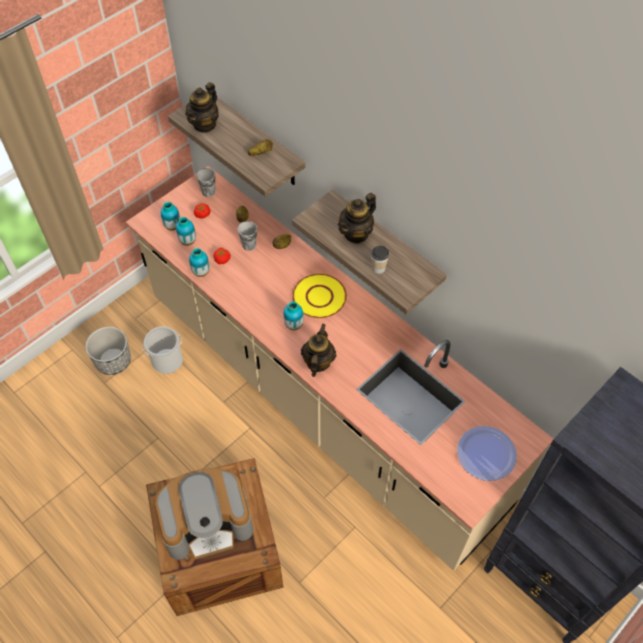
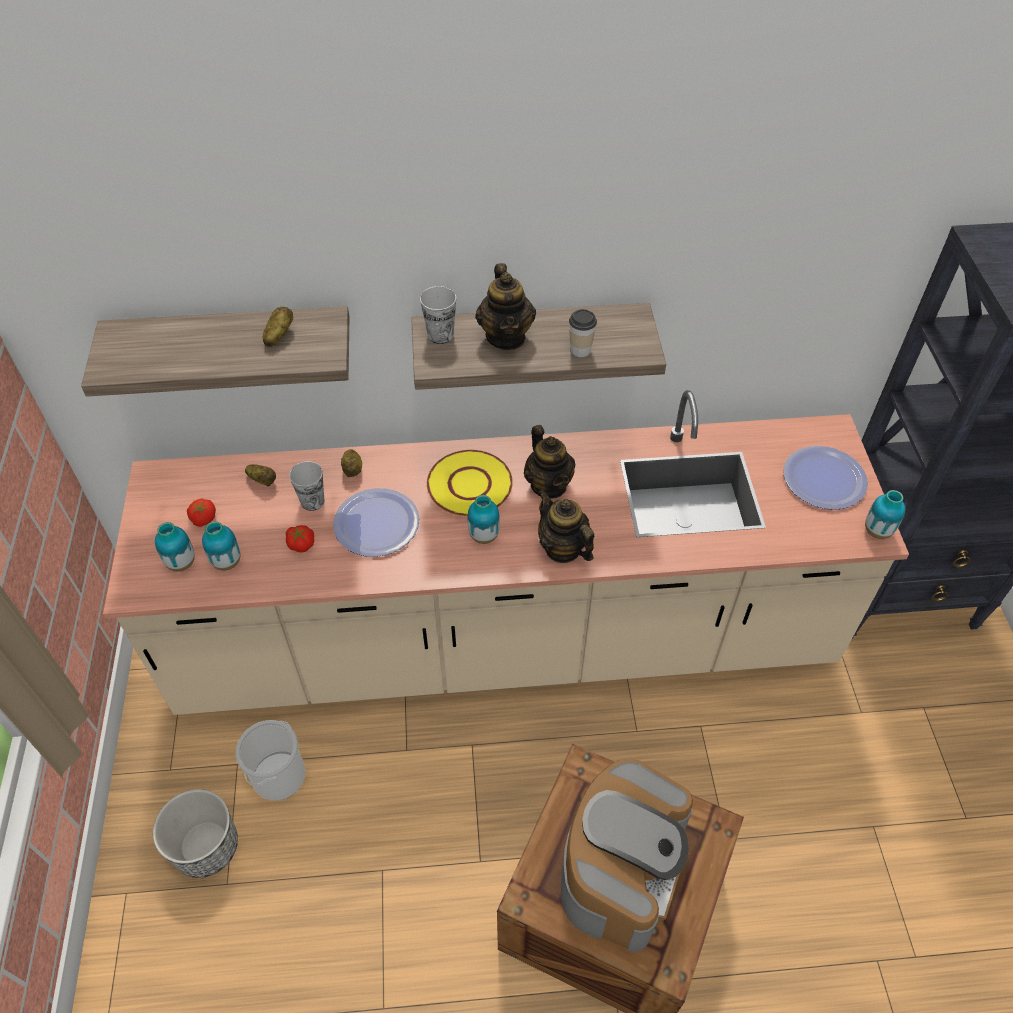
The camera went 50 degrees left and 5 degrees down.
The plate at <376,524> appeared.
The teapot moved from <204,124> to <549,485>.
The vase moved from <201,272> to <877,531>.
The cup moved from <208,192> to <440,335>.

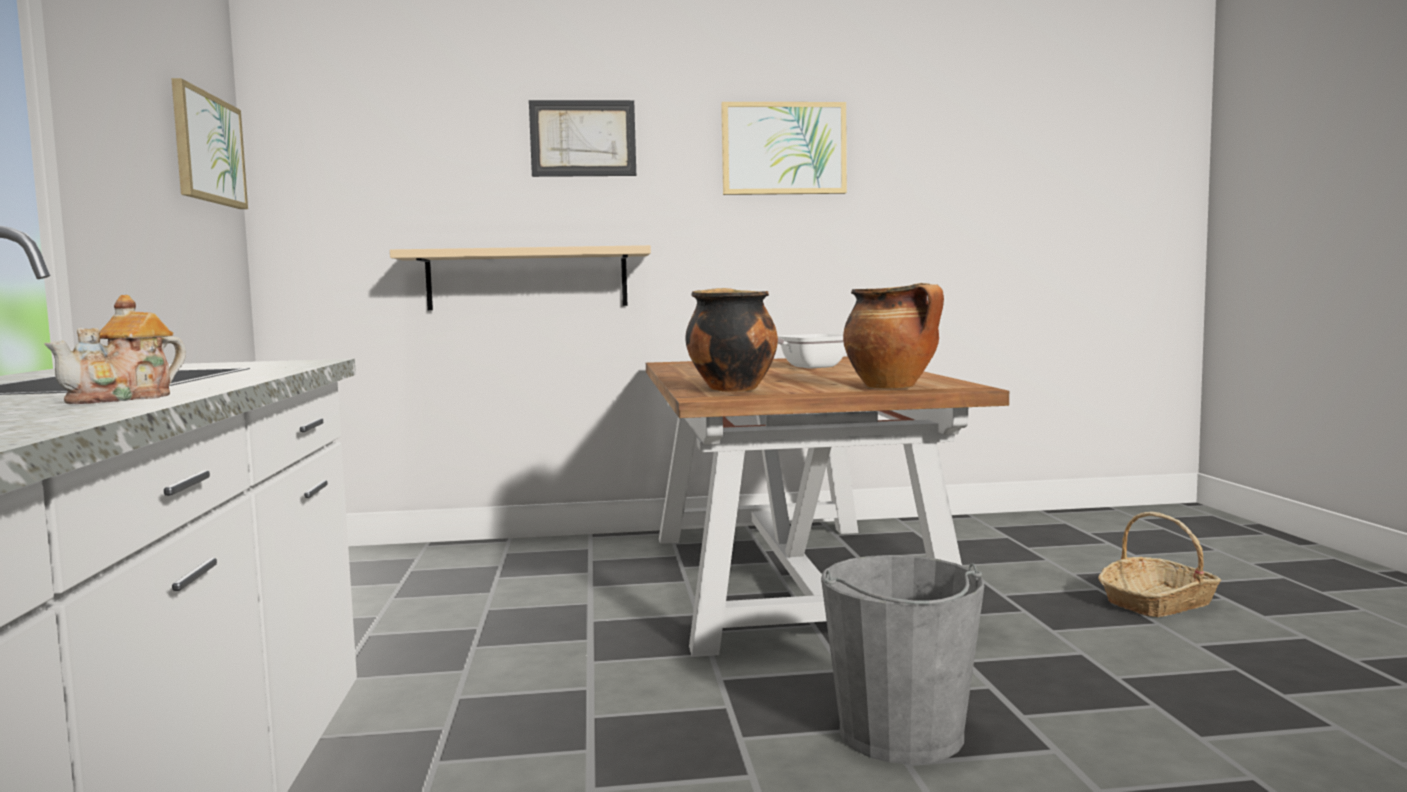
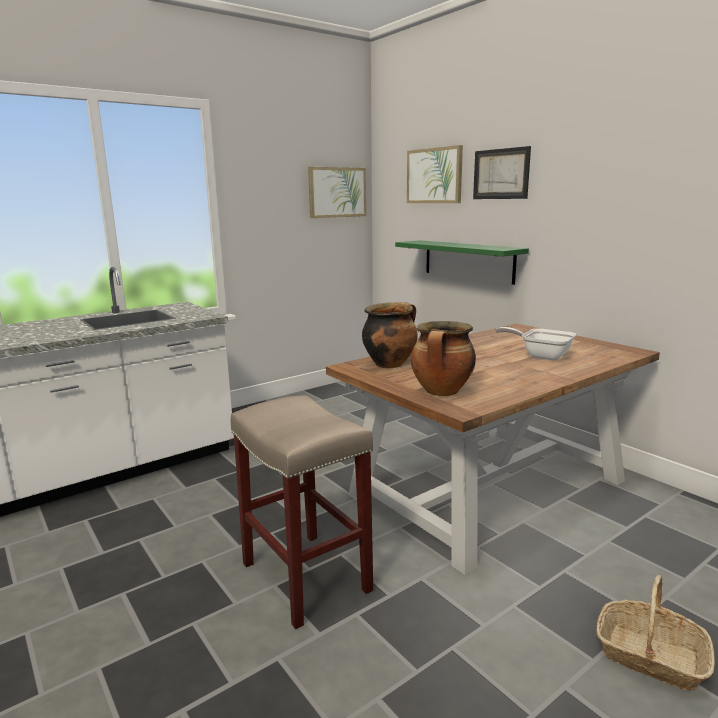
The camera went 60 degrees right and 10 degrees up.
The teapot at <125,398> disappeared.
The picture moved from <783,149> to <434,176>.
The bucket in grey at <901,734> was replaced by the stool in beige at <304,576>.
The shelf in beige at <527,279> became the shelf in green at <468,261>.

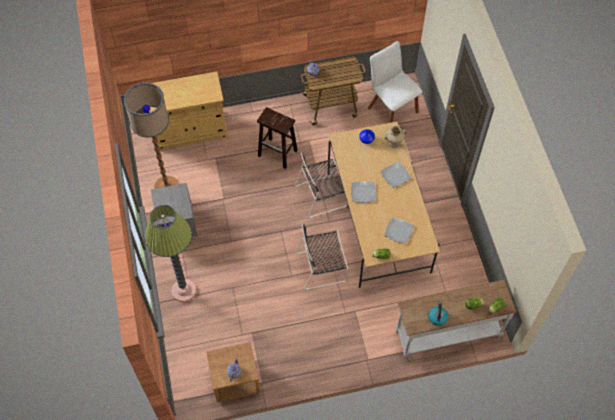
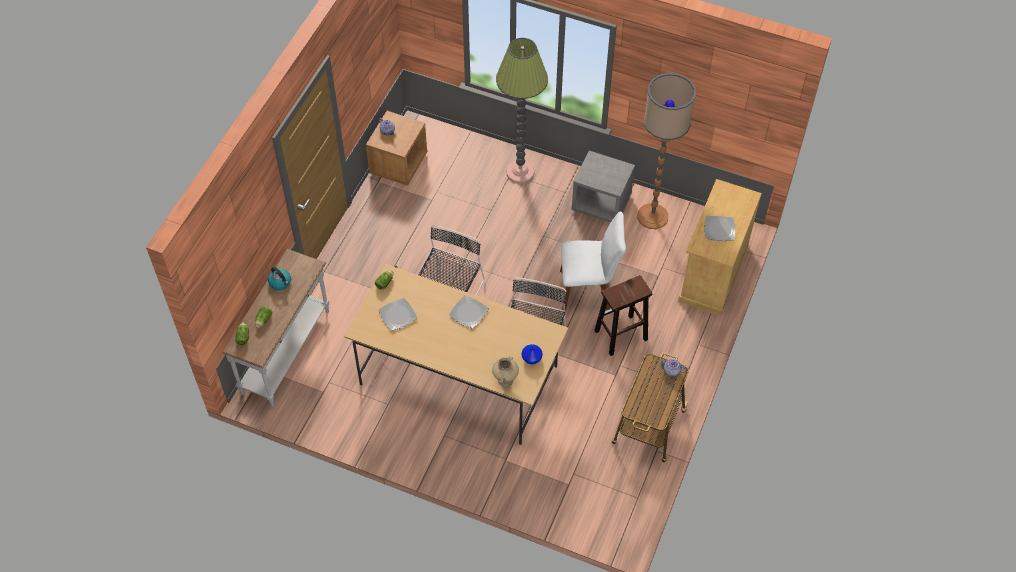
The camera went 125 degrees right and 5 degrees down.
The chair in white moved from <391,108> to <588,290>.
The plate moved from <395,175> to <719,229>.

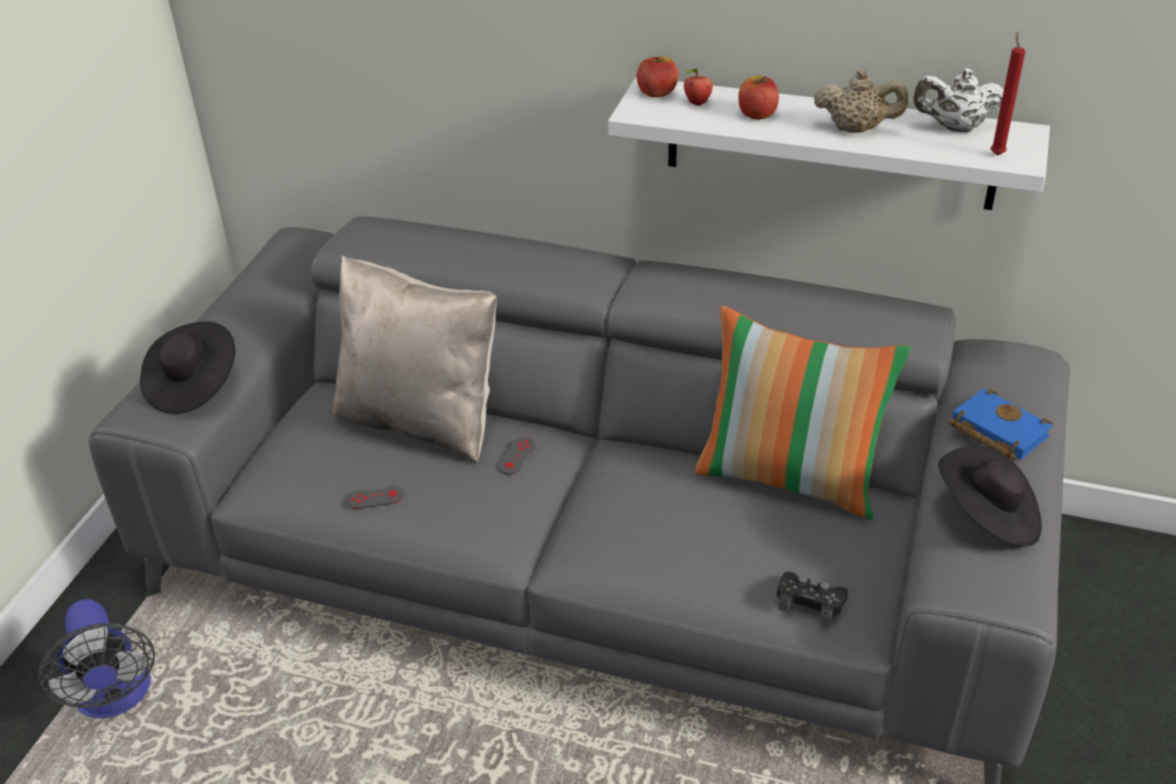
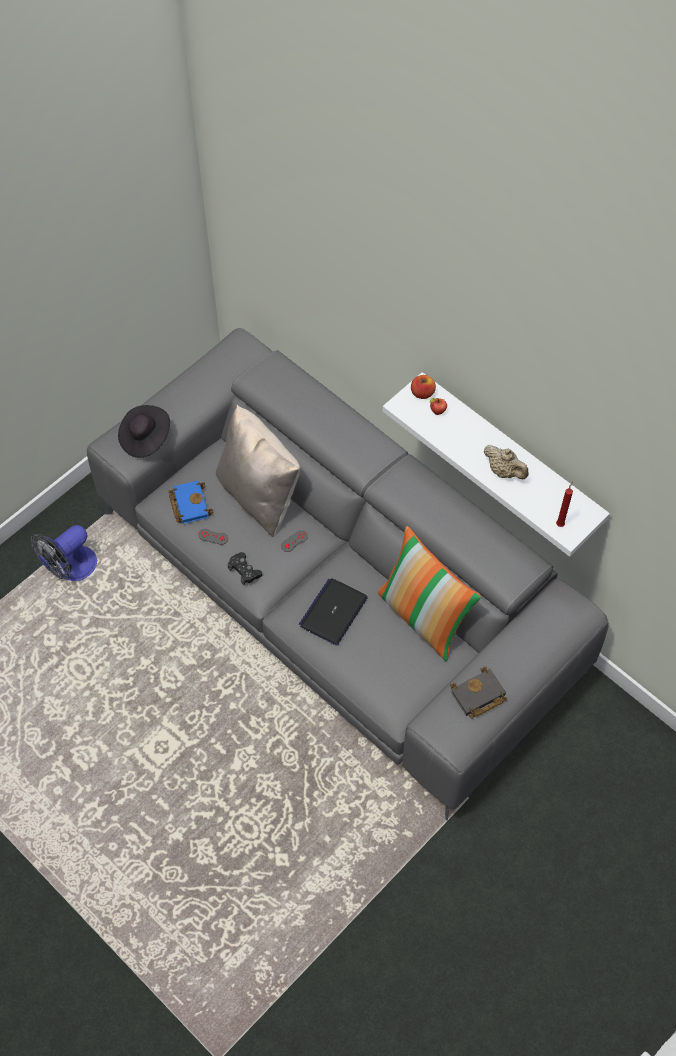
The camera went 25 degrees right and 20 degrees up.
The apple at <757,114> disappeared.
The teapot in white at <955,128> disappeared.
The laptop at <333,612> appeared.
The game controller in black moved from <810,601> to <244,570>.
The book in blue moved from <995,431> to <188,503>.
The hat in black at <988,516> was replaced by the book in black at <477,696>.
The fan at <115,698> turned 45 degrees clockwise.

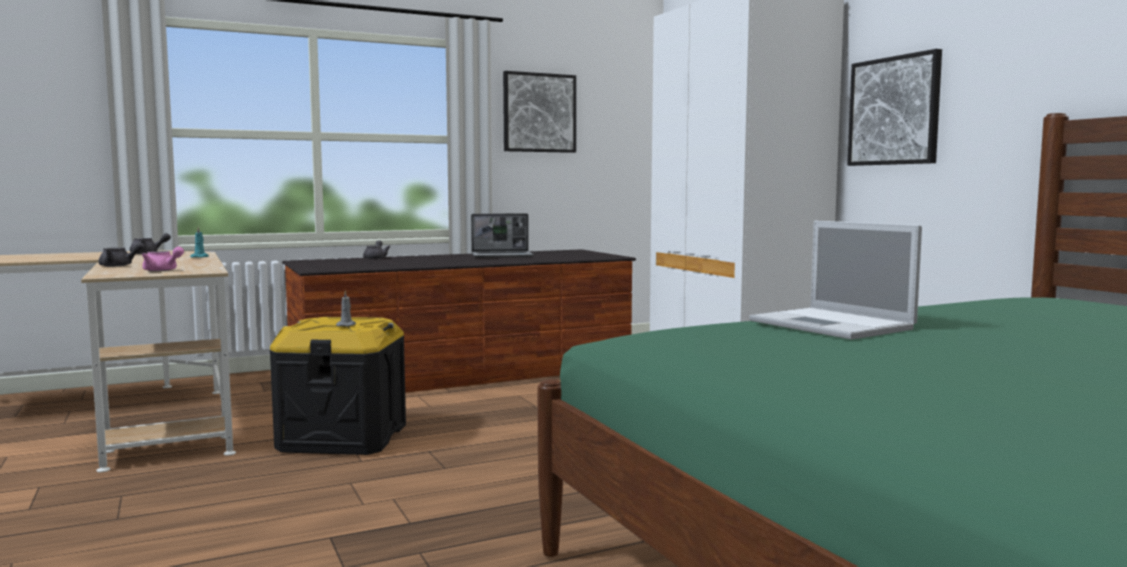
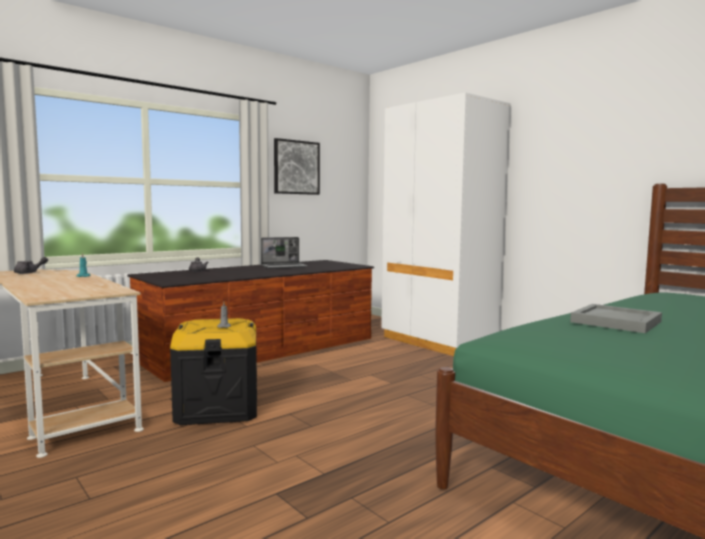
The camera went 15 degrees left and 0 degrees up.
The teapot in grey at <120,266> disappeared.
The teapot in pink at <162,270> disappeared.
The picture at <894,111> disappeared.
The laptop at <833,325> was replaced by the tray in grey at <617,322>.

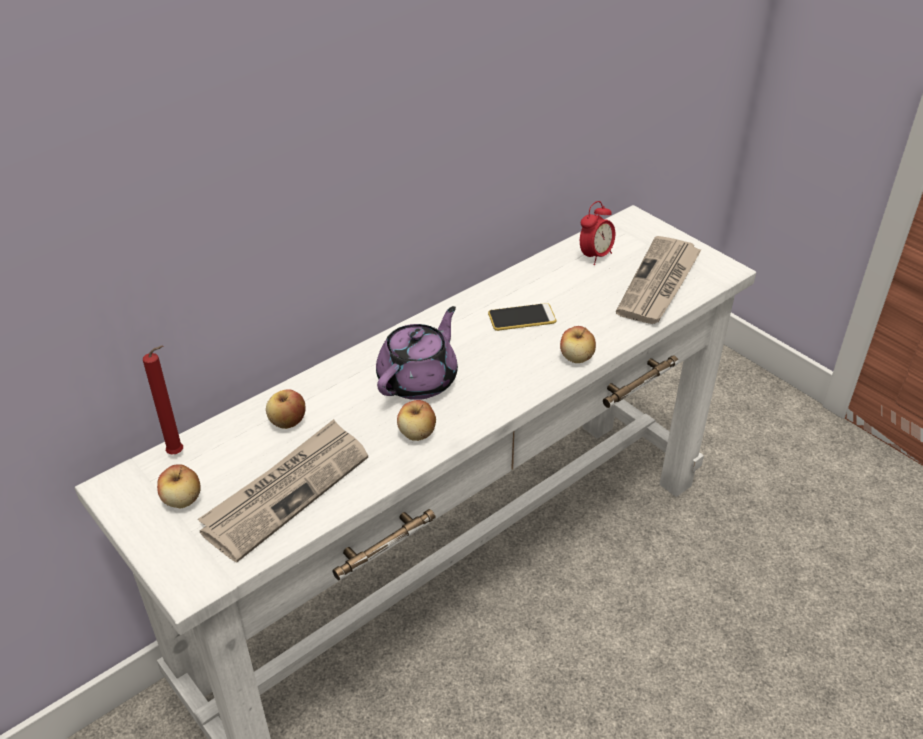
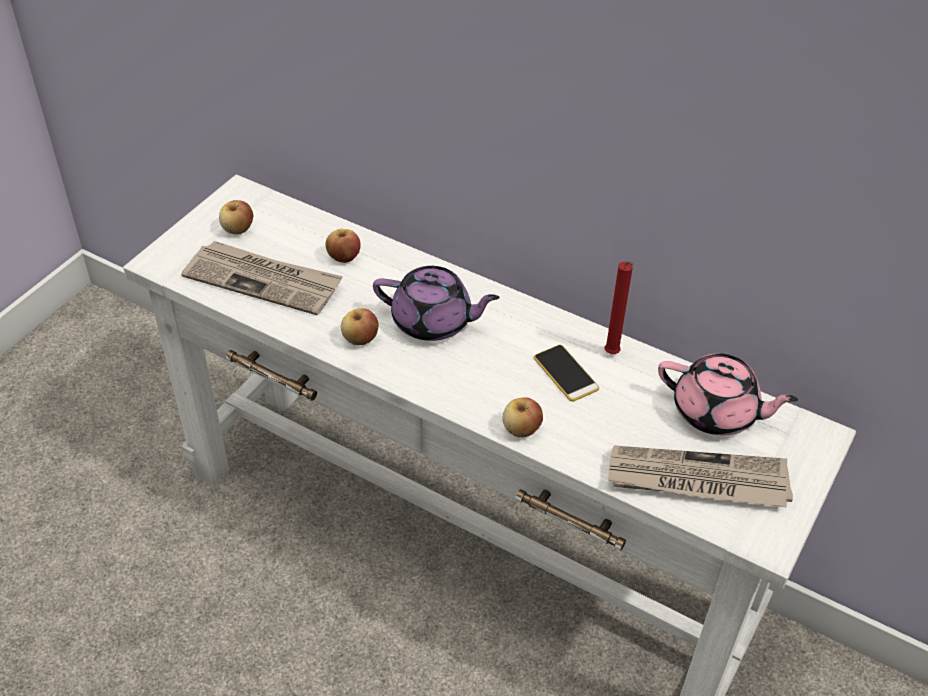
The camera went 70 degrees right and 5 degrees up.
The candle in red moved from <178,453> to <612,355>.
The alarm clock at <595,256> was replaced by the teapot in pink at <716,413>.

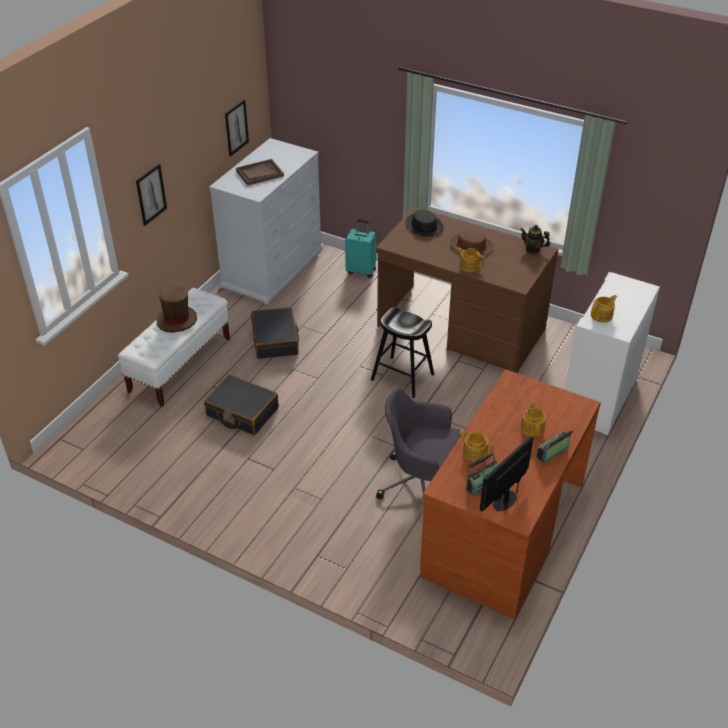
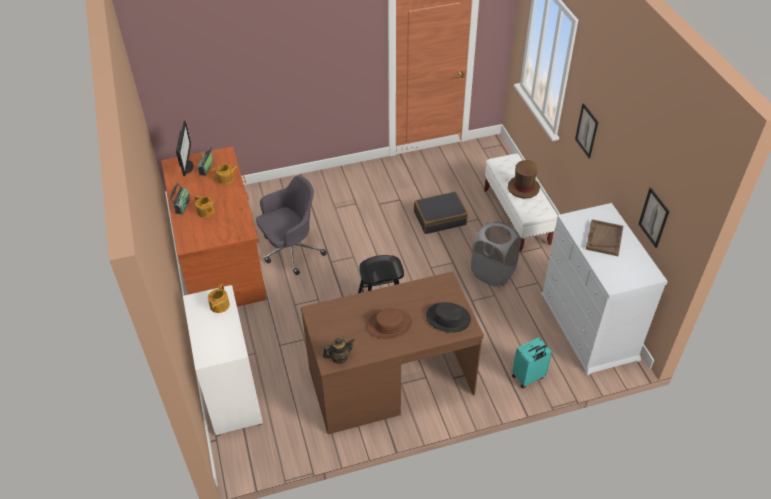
The camera went 135 degrees right and 5 degrees up.
The teapot at <469,266> disappeared.
The suitcase in black at <275,340> was replaced by the laundry basket in grey at <493,273>.

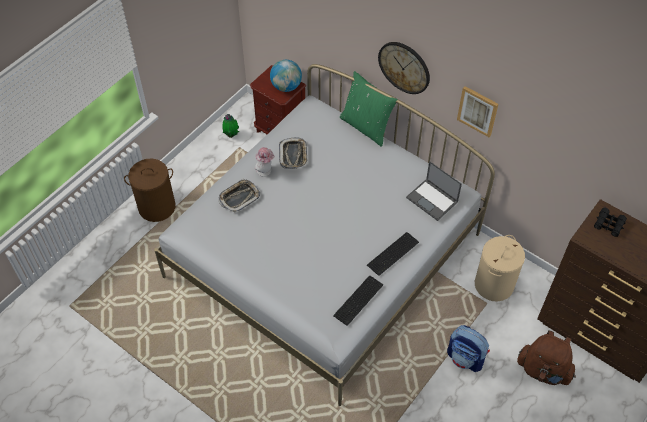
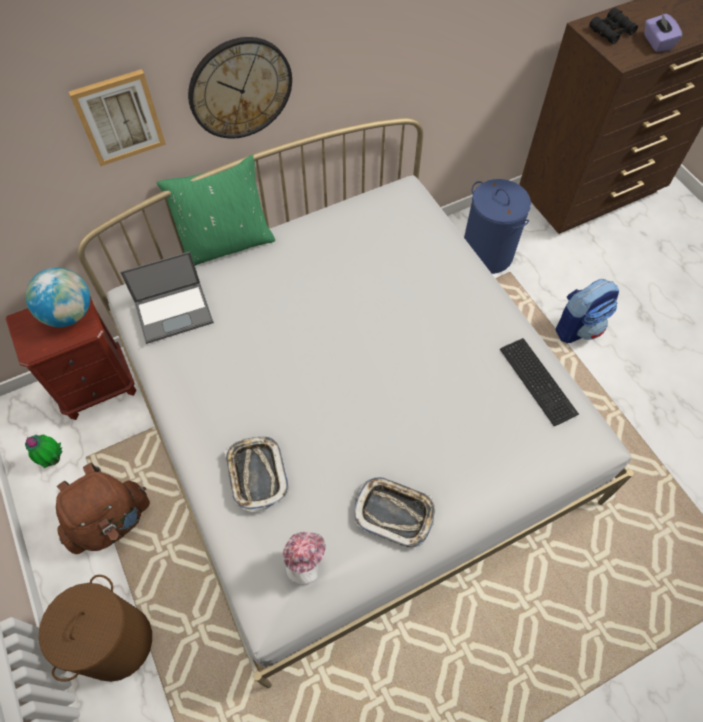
The camera went 65 degrees left and 5 degrees up.
The keyboard at <394,254> disappeared.
The tissue box in purple at <657,43> appeared.
The hat moved from <265,171> to <306,565>.
The tray moved from <293,155> to <394,512>.
The laptop moved from <432,200> to <174,311>.
The picture moved from <478,111> to <119,117>.
The backpack in brown moved from <543,370> to <111,521>.
The laundry basket in beige at <494,284> became the laundry basket in blue at <486,253>.

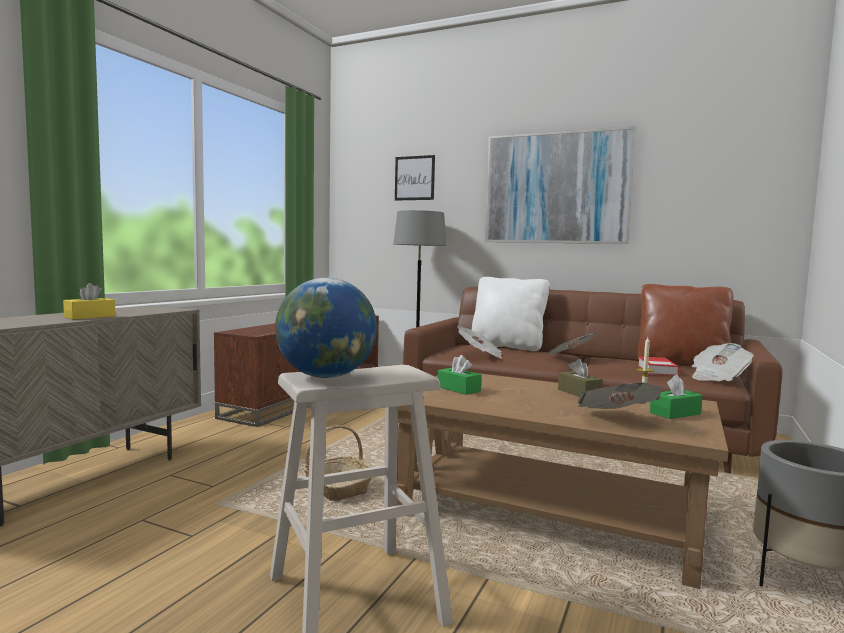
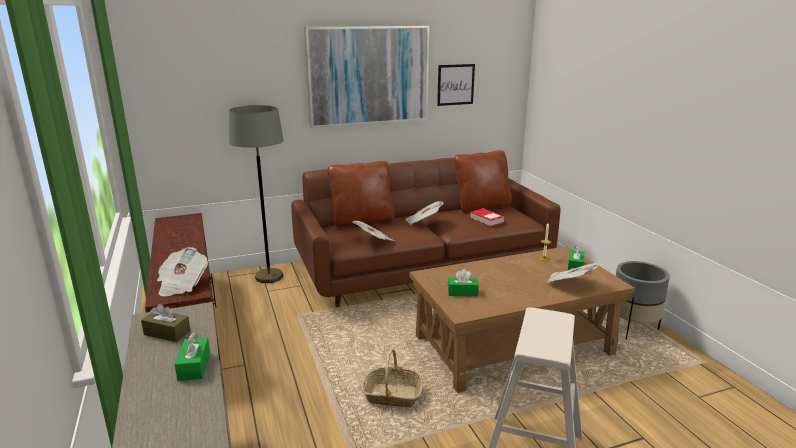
The camera went 45 degrees left and 15 degrees up.
The globe at <326,376> disappeared.
The picture moved from <414,178> to <455,84>.
The tissue box in brown moved from <579,393> to <167,333>.
The newspaper moved from <717,378> to <182,285>.
The tissue box in yellow at <90,317> became the tissue box in green at <194,366>.
The pillow in white at <507,347> became the pillow in brown at <362,221>.

